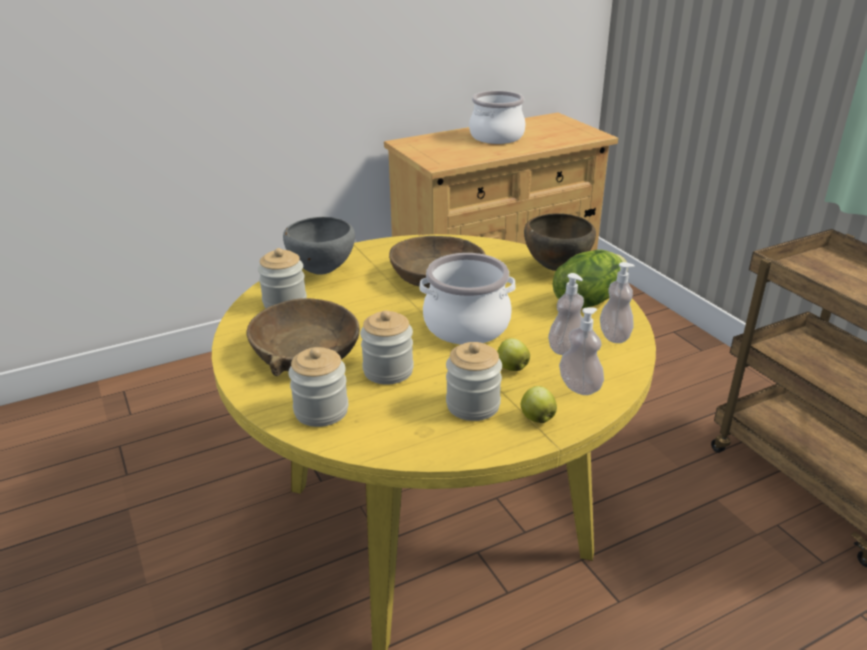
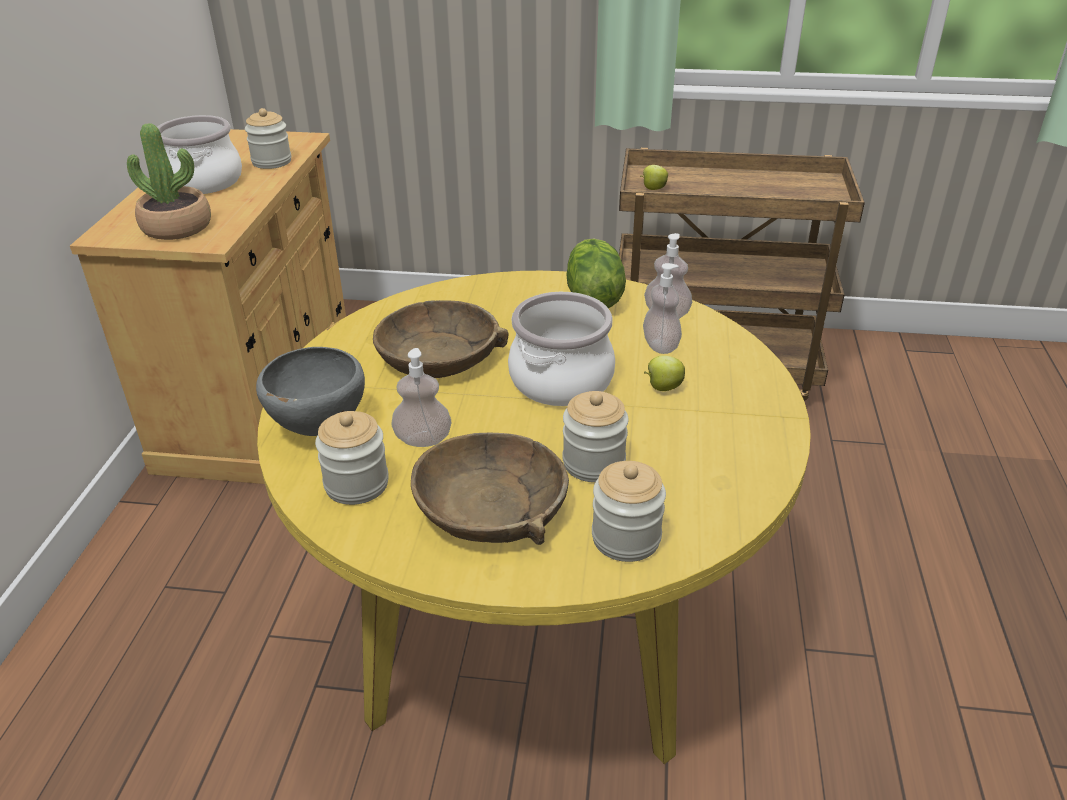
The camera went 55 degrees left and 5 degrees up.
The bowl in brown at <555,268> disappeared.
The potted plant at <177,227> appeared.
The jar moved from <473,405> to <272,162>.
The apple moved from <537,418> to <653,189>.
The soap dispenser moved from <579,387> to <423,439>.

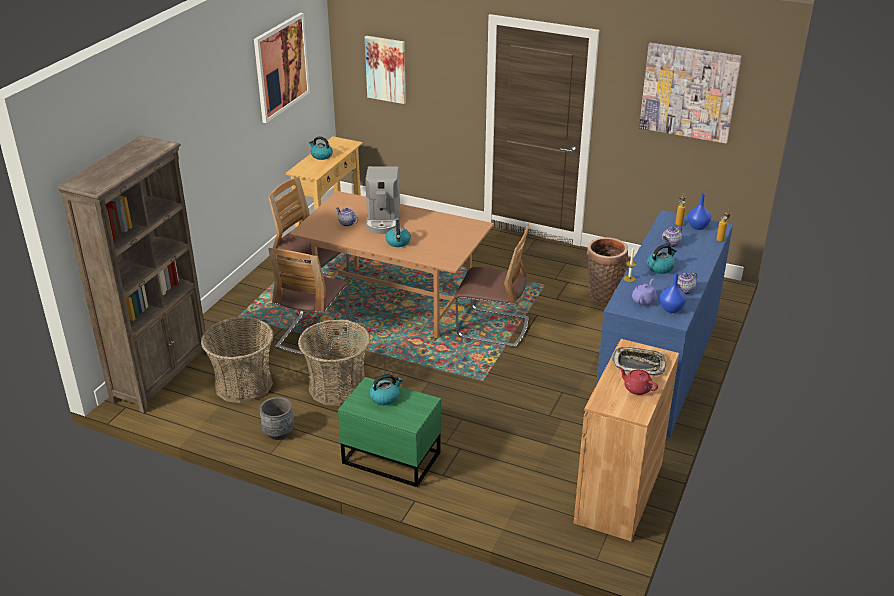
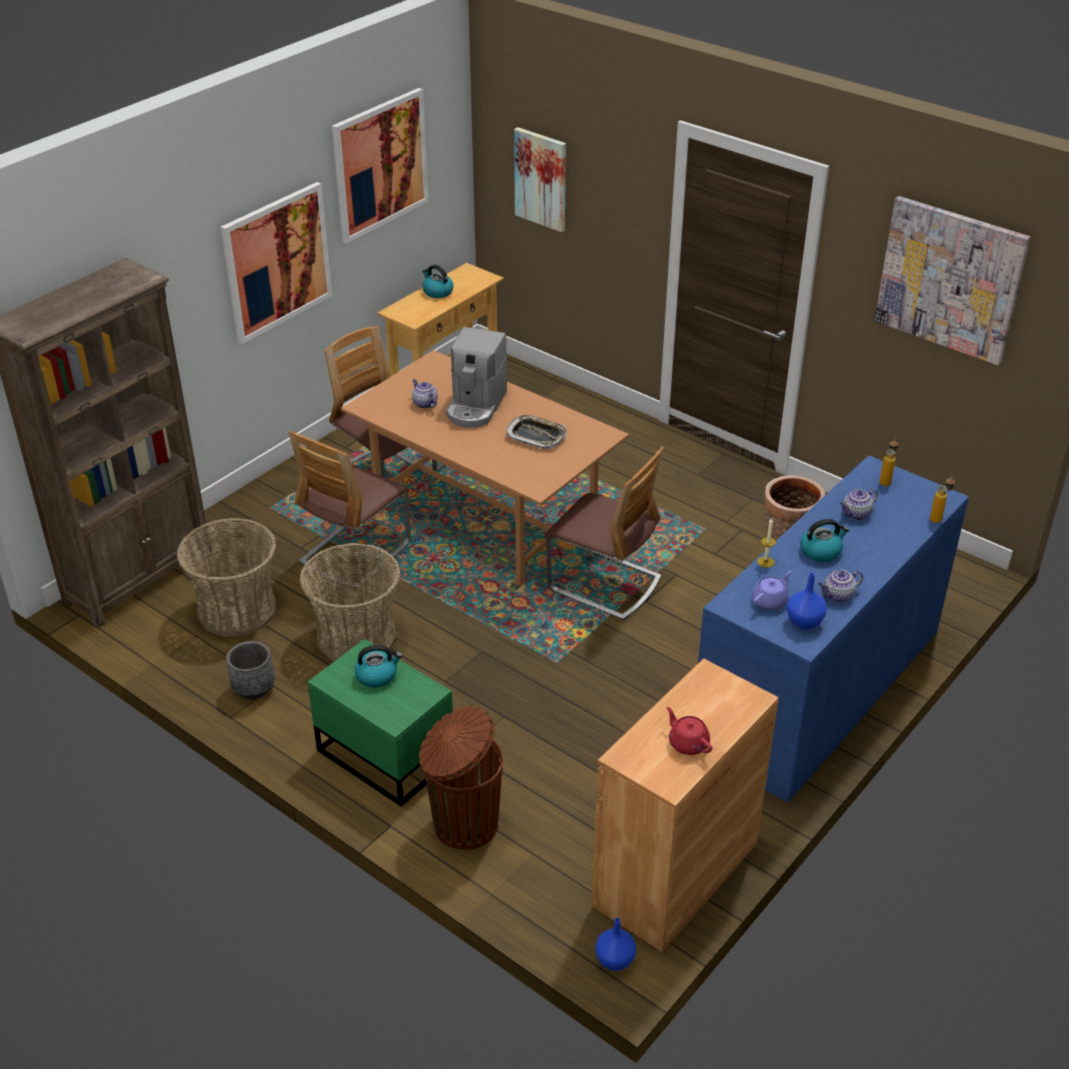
The camera went 15 degrees right and 5 degrees up.
The kettle at <398,242> disappeared.
The picture at <277,262> appeared.
The trash can in brown at <463,824> appeared.
The tray moved from <638,364> to <536,436>.
The vase in blue moved from <697,226> to <614,960>.

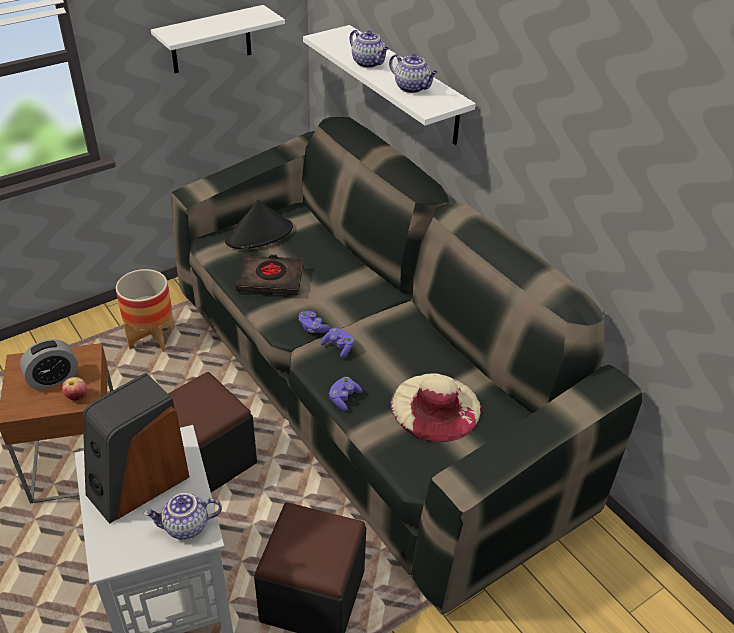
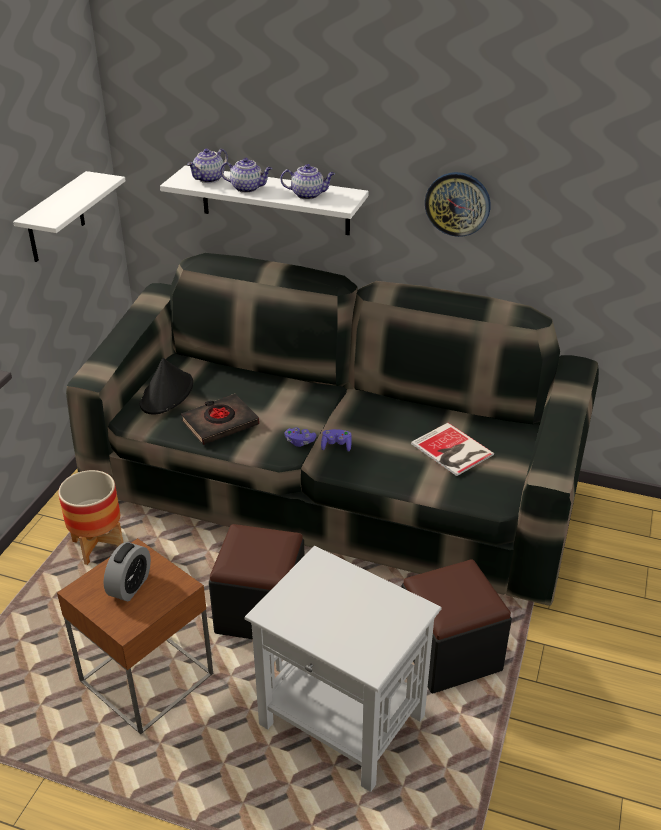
The camera went 35 degrees left and 5 degrees down.
The apple at <77,396> disappeared.
The speaker at <138,483> disappeared.
The game controller in purple at <344,398> disappeared.
The wall clock at <457,203> appeared.
The teapot moved from <186,527> to <209,179>.
The hat in beige at <435,407> was replaced by the book at <452,451>.

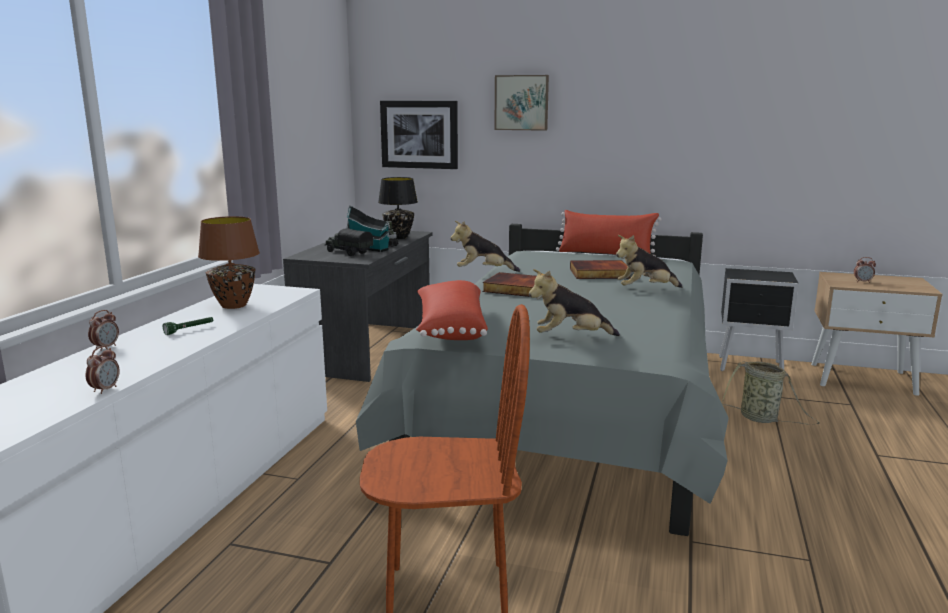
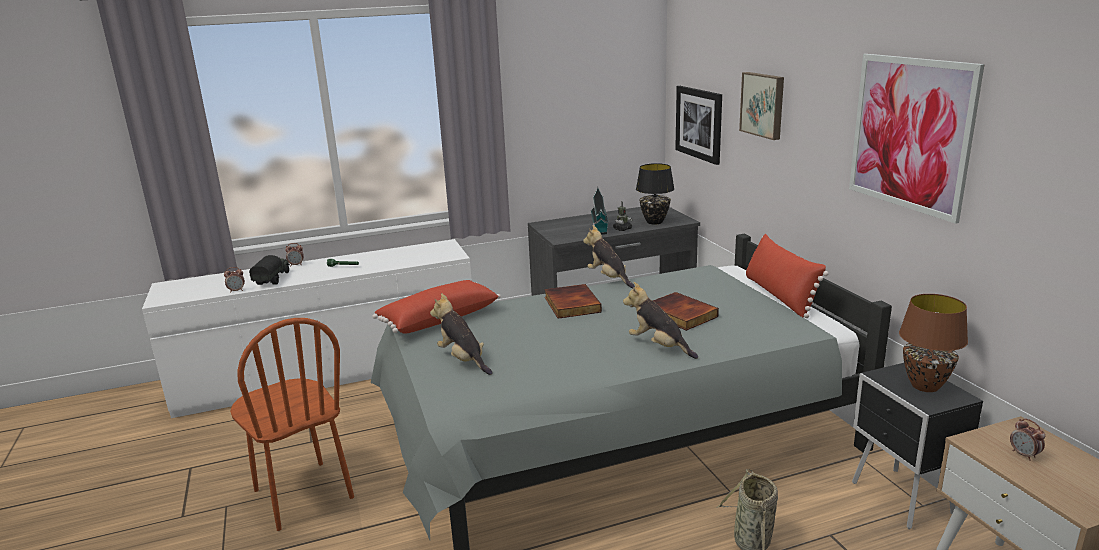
The camera went 55 degrees right and 5 degrees up.
The picture at <910,133> appeared.
The table lamp in brown moved from <234,305> to <925,386>.
The toy truck moved from <348,253> to <273,279>.

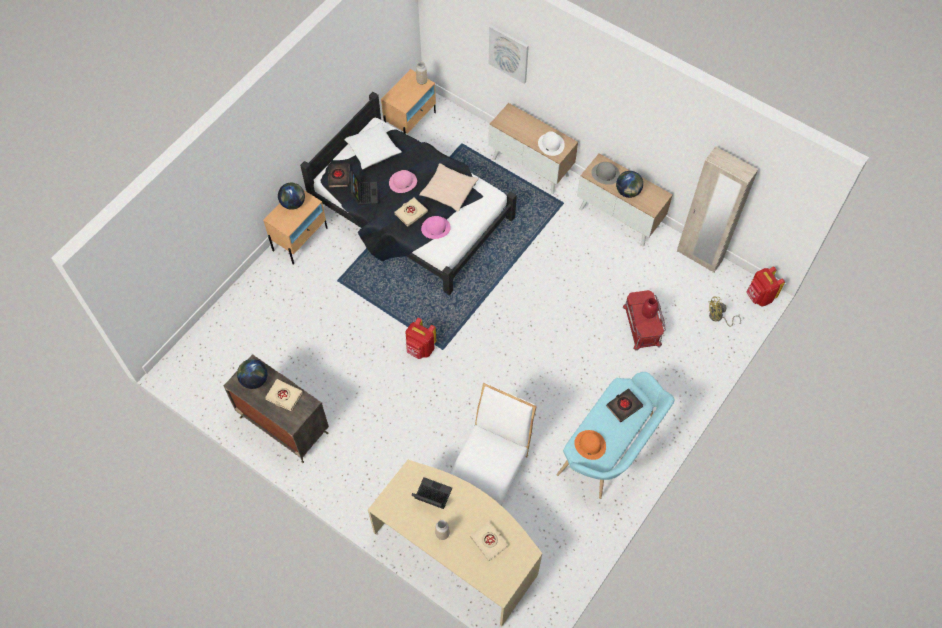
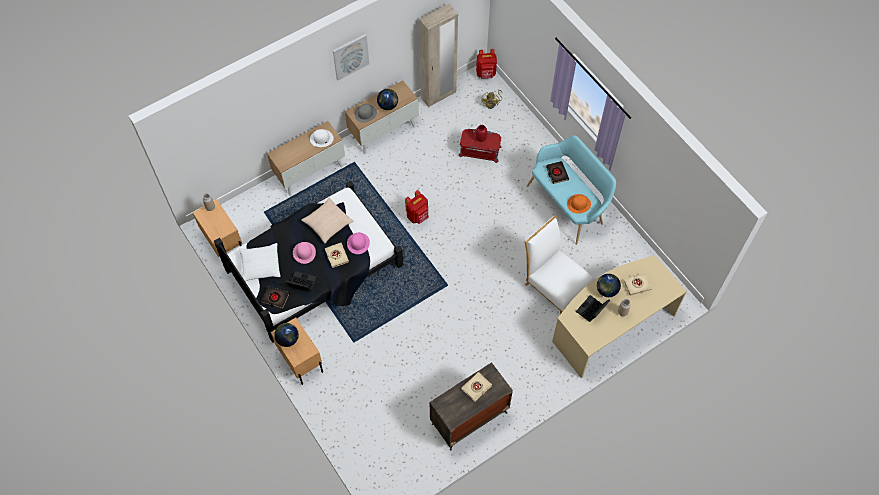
The camera went 70 degrees left and 0 degrees up.
The globe moved from <254,380> to <606,290>.
The backpack in red moved from <420,349> to <418,216>.
The picture moved from <508,54> to <350,56>.

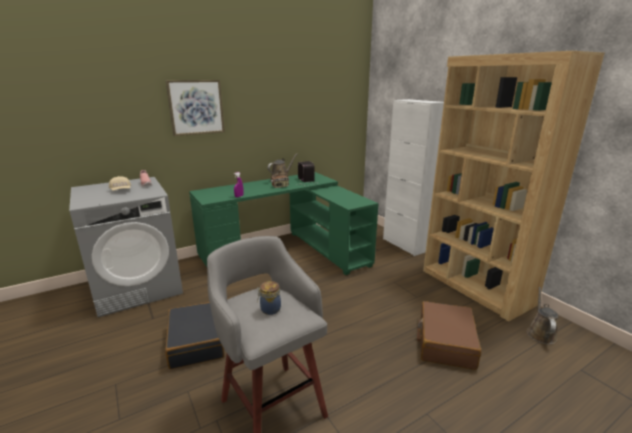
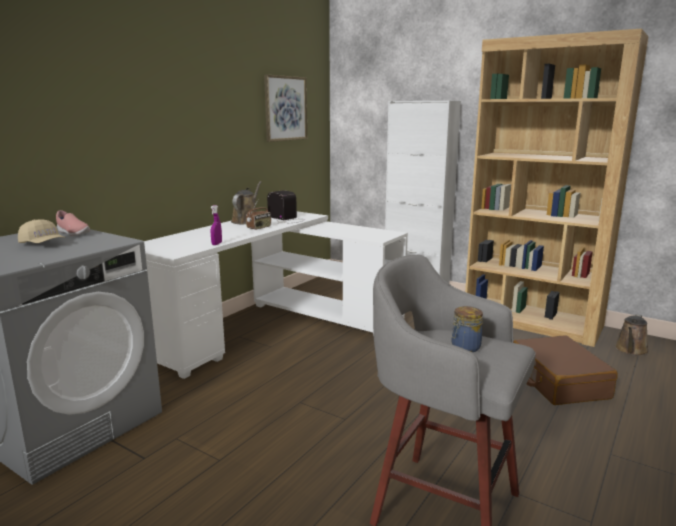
The camera went 25 degrees left and 5 degrees down.
The suitcase in black at <197,342> disappeared.
The picture moved from <196,107> to <285,108>.
The desk in green at <288,251> became the desk in white at <273,326>.
The watering can in brown at <540,333> turned 135 degrees counterclockwise.

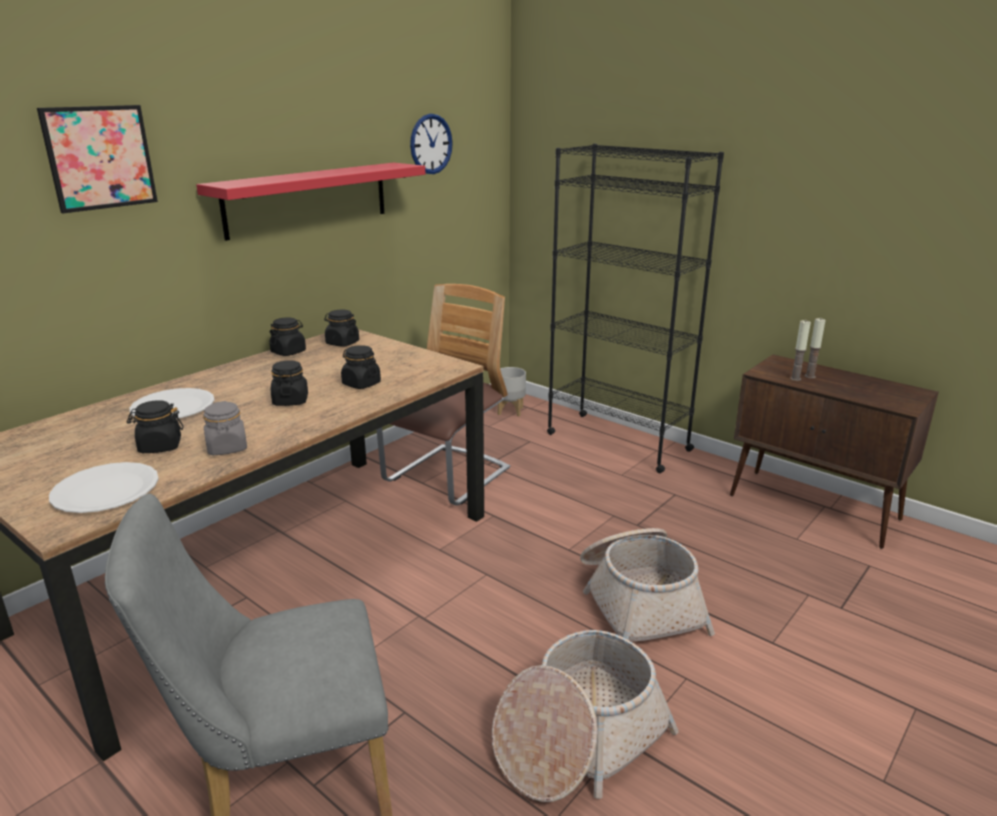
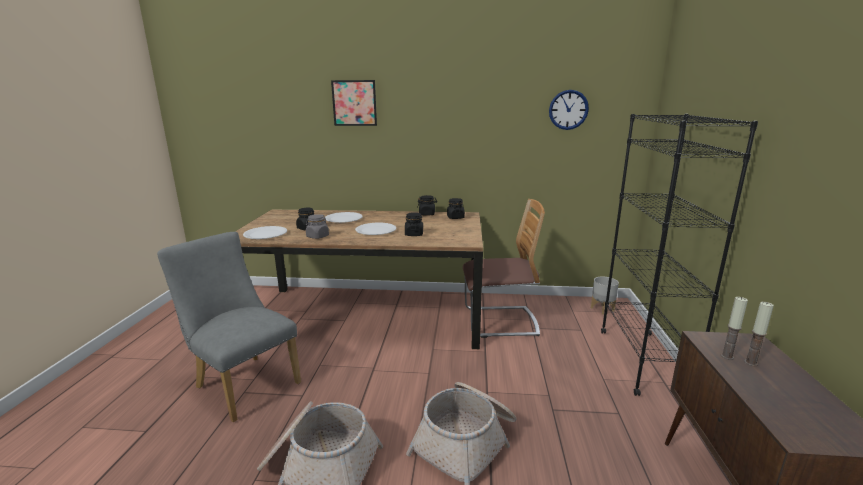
The camera went 55 degrees right and 5 degrees down.
The shelf in red at <308,199> disappeared.
The jar in black at <290,401> was replaced by the plate in white at <376,230>.

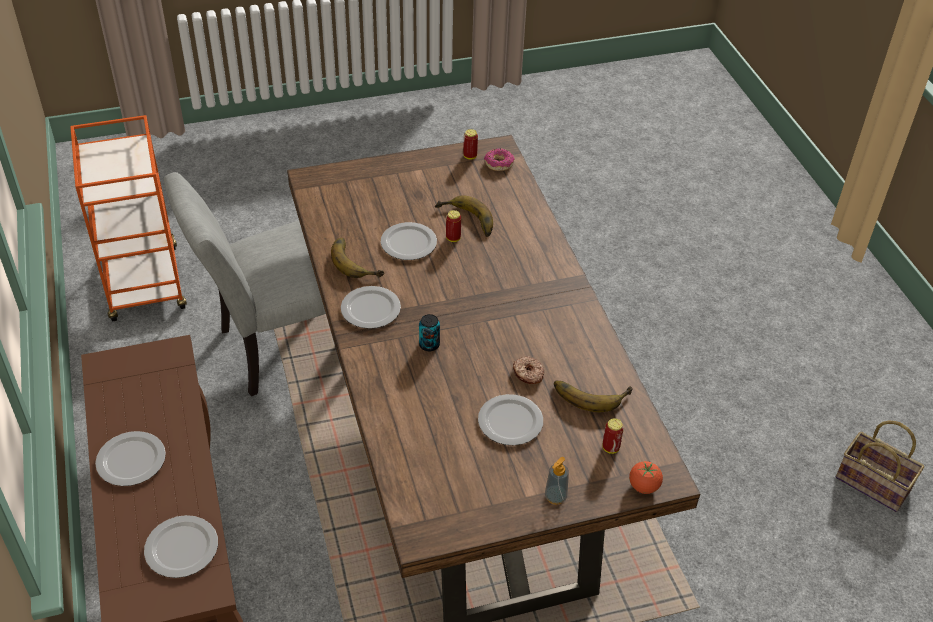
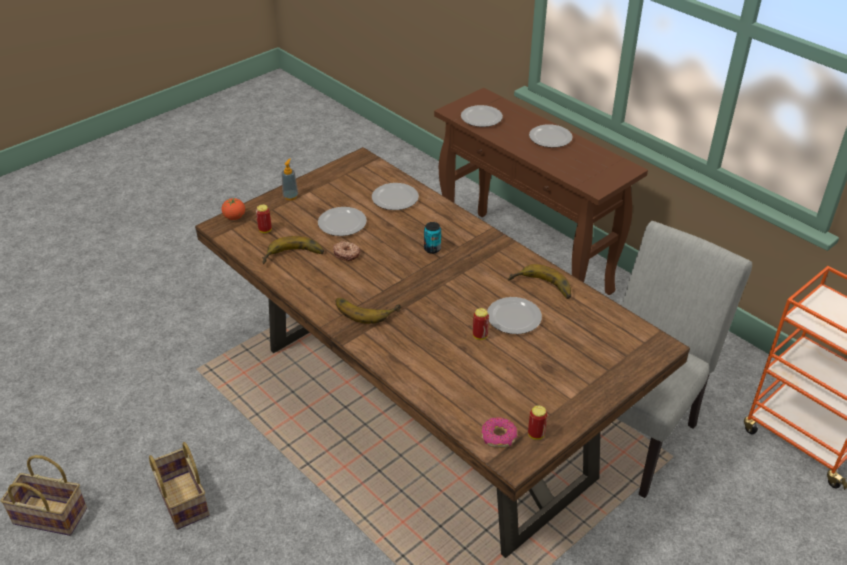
The camera went 155 degrees right and 5 degrees down.
The basket at <181,500> appeared.
The plate moved from <370,310> to <395,198>.
The banana moved from <465,221> to <366,309>.

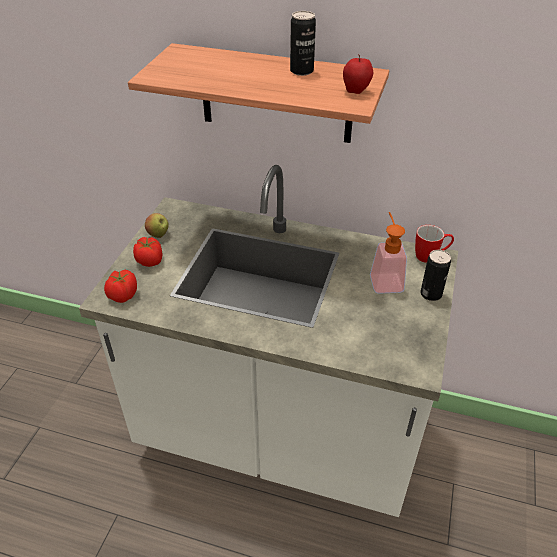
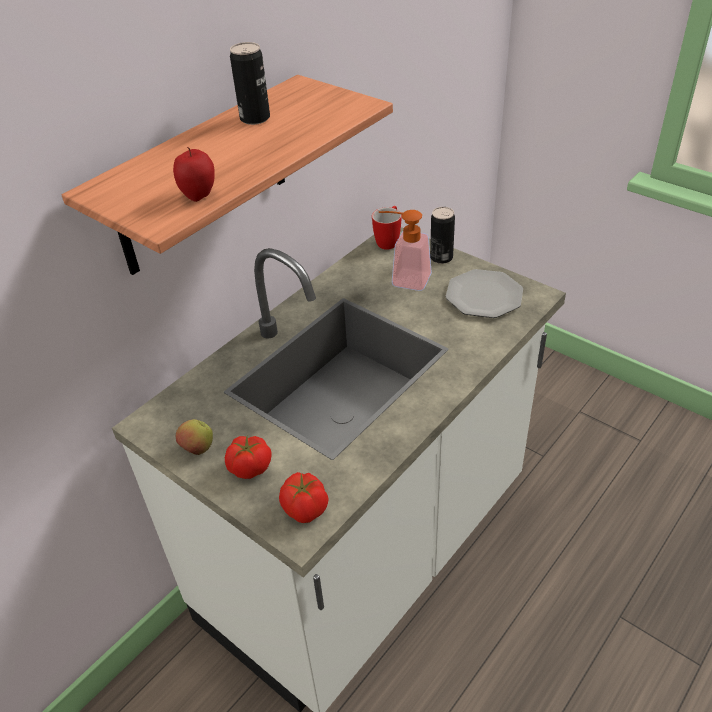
The camera went 65 degrees left and 0 degrees up.
The plate at <484,296> appeared.
The apple moved from <356,91> to <199,196>.

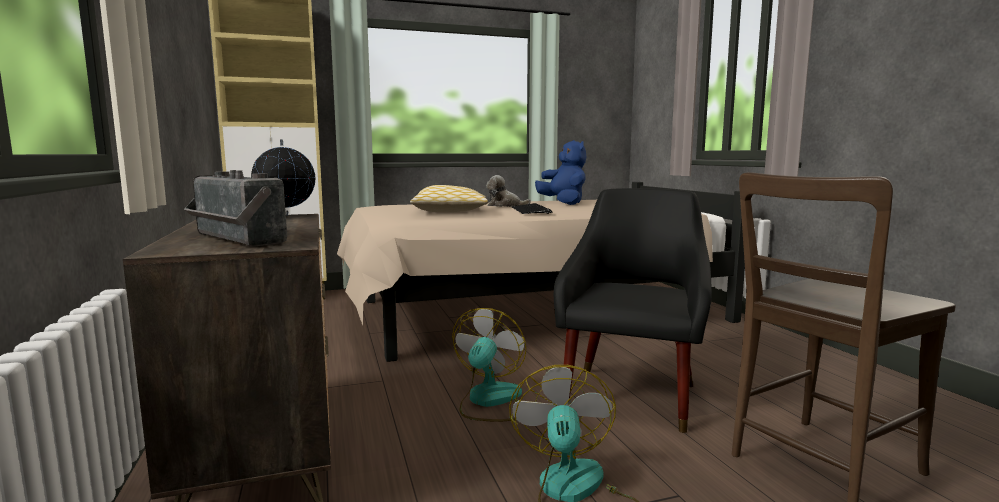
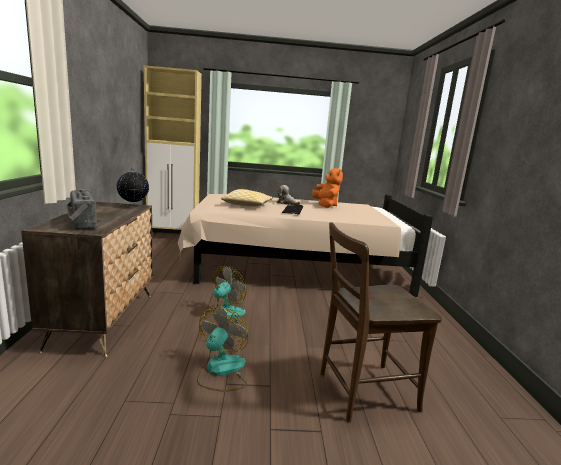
The camera went 15 degrees right and 5 degrees up.
The armchair in black at <631,393> disappeared.
The plush toy in blue at <563,203> became the plush toy in orange at <325,205>.

